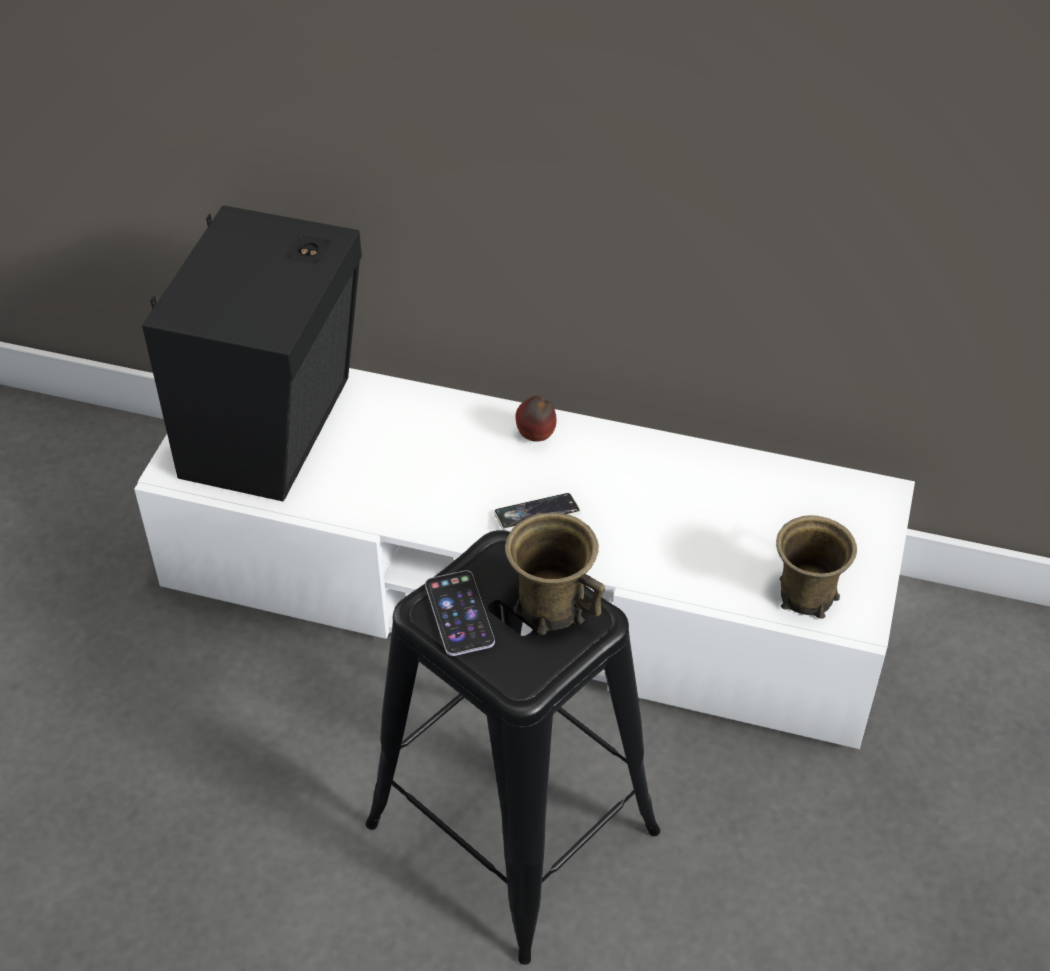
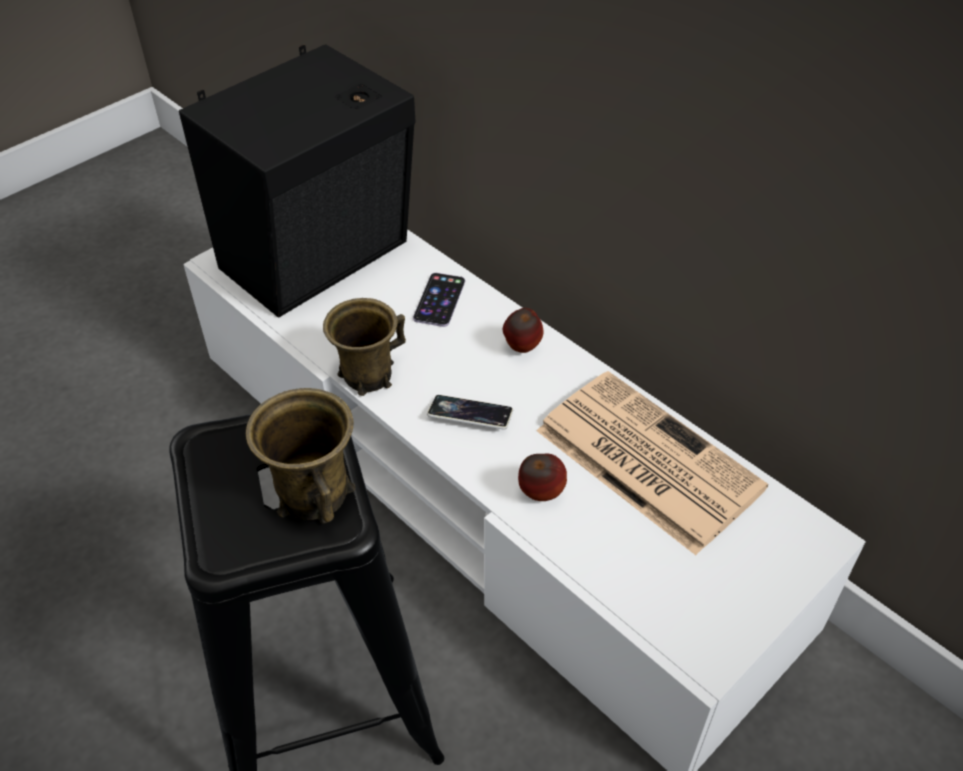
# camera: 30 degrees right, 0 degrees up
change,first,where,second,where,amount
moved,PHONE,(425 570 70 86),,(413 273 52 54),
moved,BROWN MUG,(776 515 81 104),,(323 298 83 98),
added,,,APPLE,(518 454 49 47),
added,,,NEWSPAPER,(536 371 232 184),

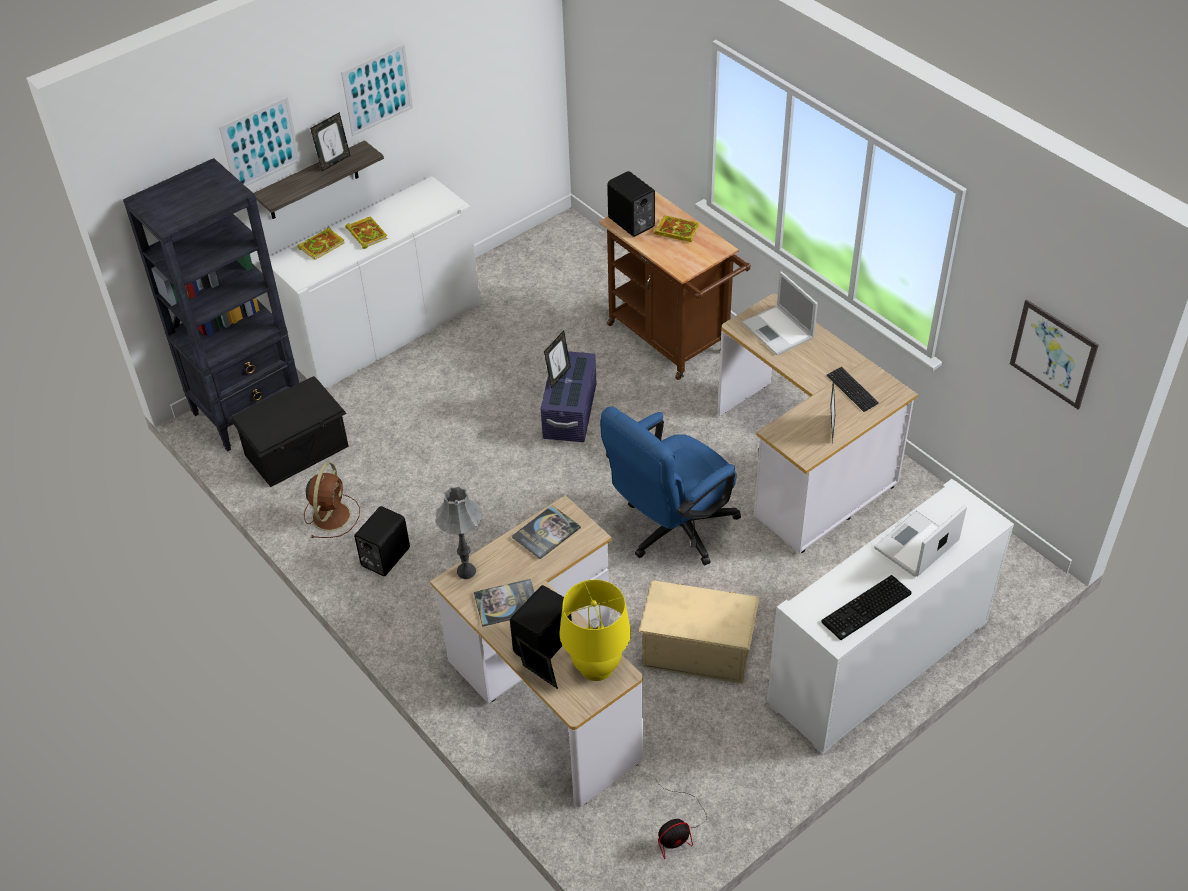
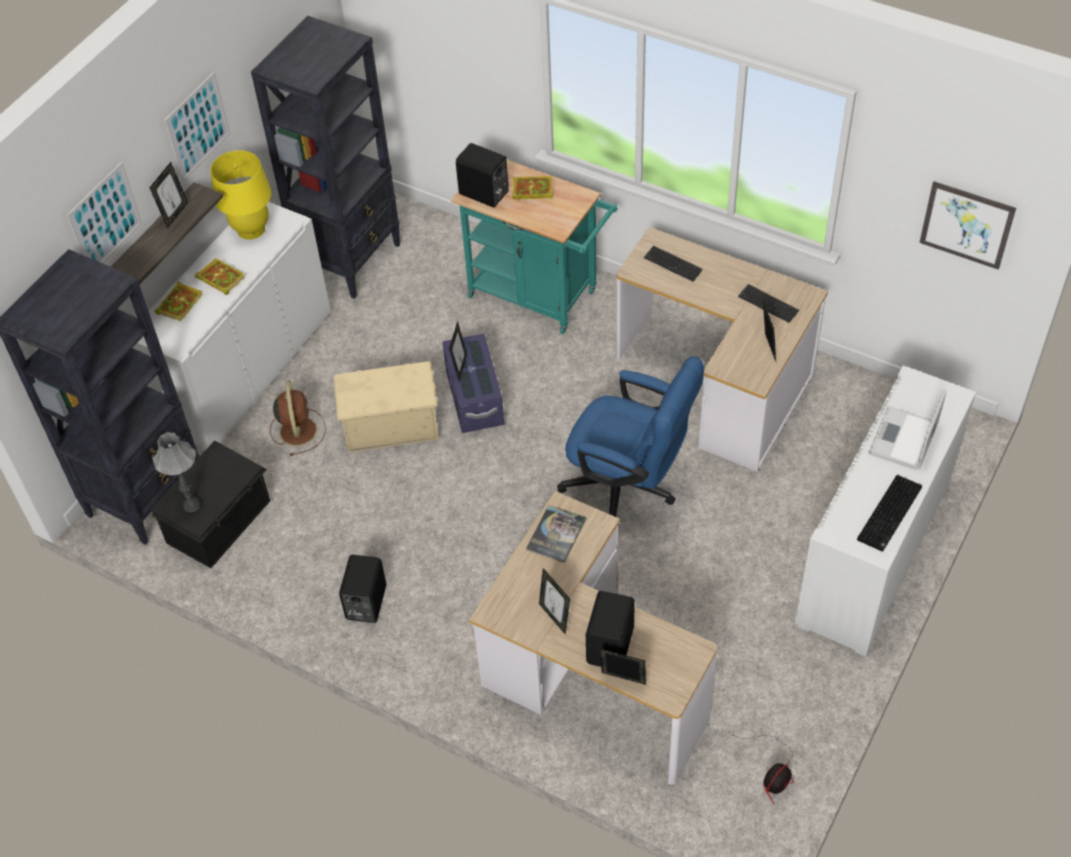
# camera: 20 degrees left, 5 degrees up
change,first,where,second,where,amount
moved,BROWN FAN,(304 462 56 76),,(270 380 56 76),
moved,GREY TABLE LAMP,(435 486 48 93),,(153 432 48 80),
replaced,BOOK,(474 579 61 48),PICTURE FRAME,(539 568 31 66),
moved,YELLOW TABLE LAMP,(560 580 71 101),,(210 150 61 89),
recoloured,BROWN CART,(599 191 152 189),TURQUOISE CART,(451 160 167 174),
turned,BLUE OFFICE CHAIR,(600 407 141 159),,(557 356 147 161),90 degrees counterclockwise
moved,BEIGE STORAGE BOX,(638 580 121 104),,(333 361 106 92),
replaced,LAPTOP,(742 272 76 84),KEYBOARD,(644 245 59 37),
added,,,BLACK BOOKCASE,(251 15 150 284),

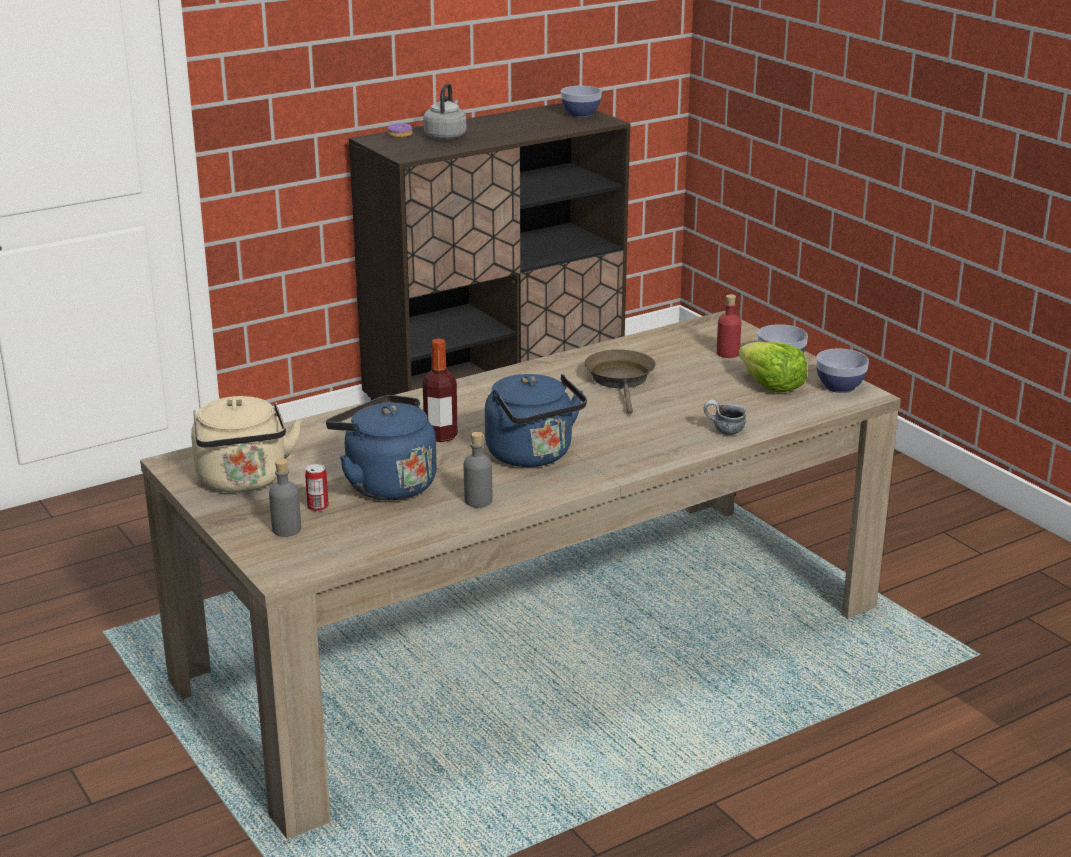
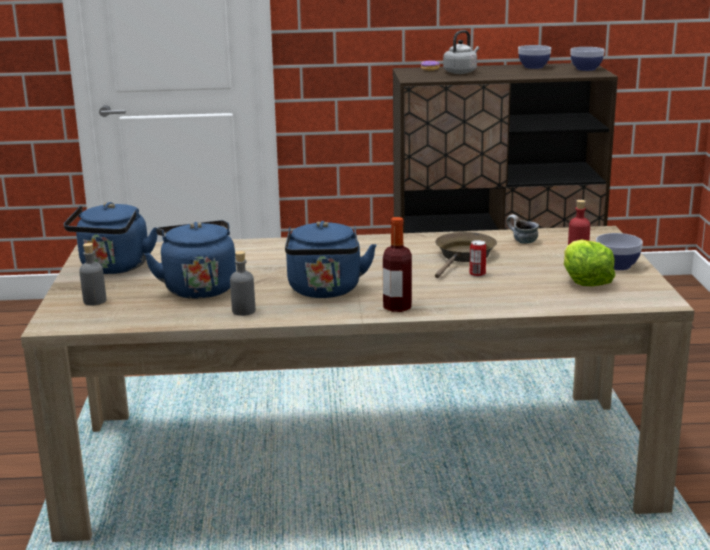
# camera: 30 degrees right, 5 degrees down
change,first,where,second,where,amount
recoloured,BEIGE KETTLE,(191 396 111 97),BLUE KETTLE,(64 202 93 72),
moved,CAN,(305 464 24 48),,(470 240 16 37),
moved,BOTTLE,(423 338 35 104),,(383 217 29 95),
moved,MUG,(704 400 43 35),,(506 215 33 29),
moved,BOWL,(816 349 53 44),,(518 45 33 24),

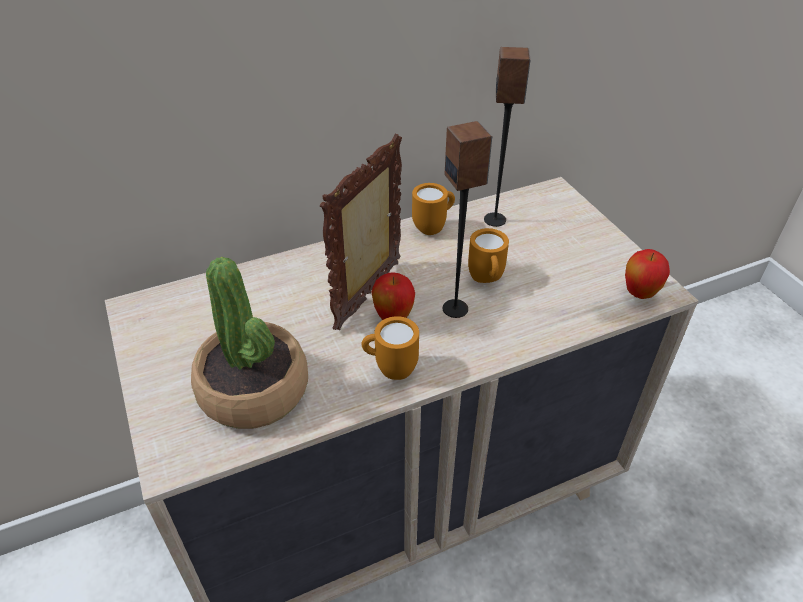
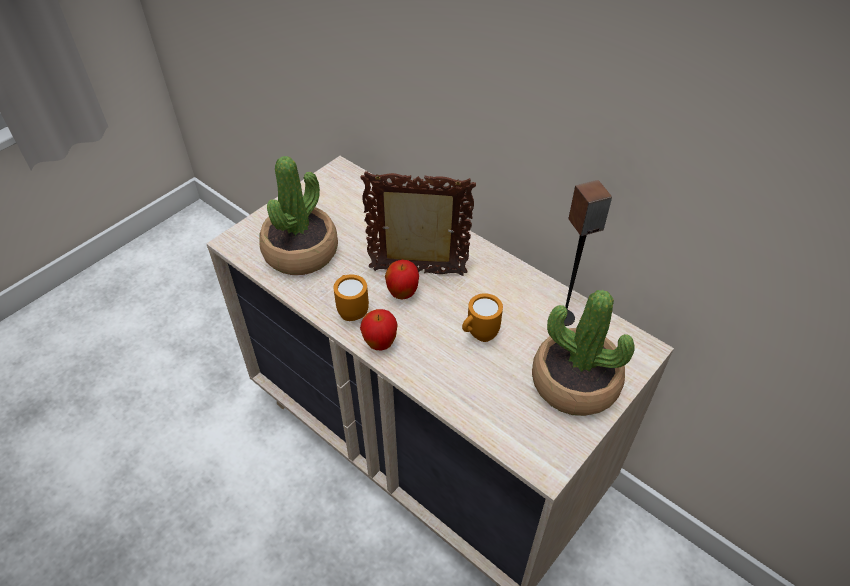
# camera: 65 degrees right, 5 degrees up
change,first,where,second,where,amount
removed,ORANGE MUG,(412 183 43 52),,,
removed,SPEAKER,(443 121 49 197),,,
moved,APPLE,(625 249 45 50),,(360 309 38 41),
added,,,POTTED PLANT,(532 290 103 126),

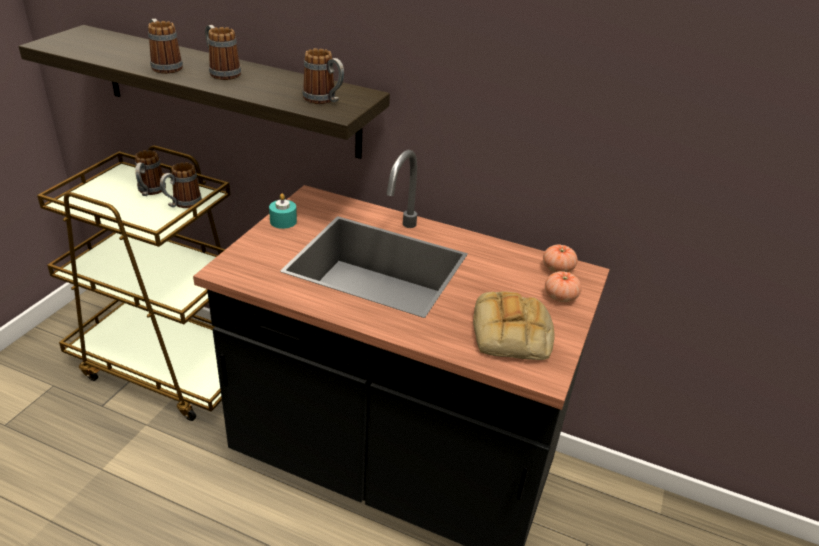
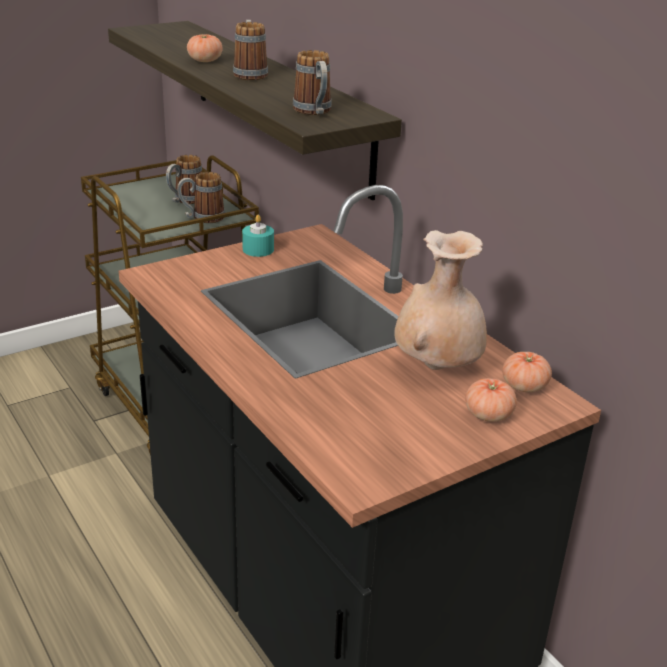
# camera: 35 degrees right, 5 degrees down
change,first,where,second,where,amount
replaced,MUG,(148 19 35 55),TOMATO,(187 34 36 28),
removed,BREAD,(473 292 82 68),,,
added,,,BEIGE VASE,(394 230 93 140),

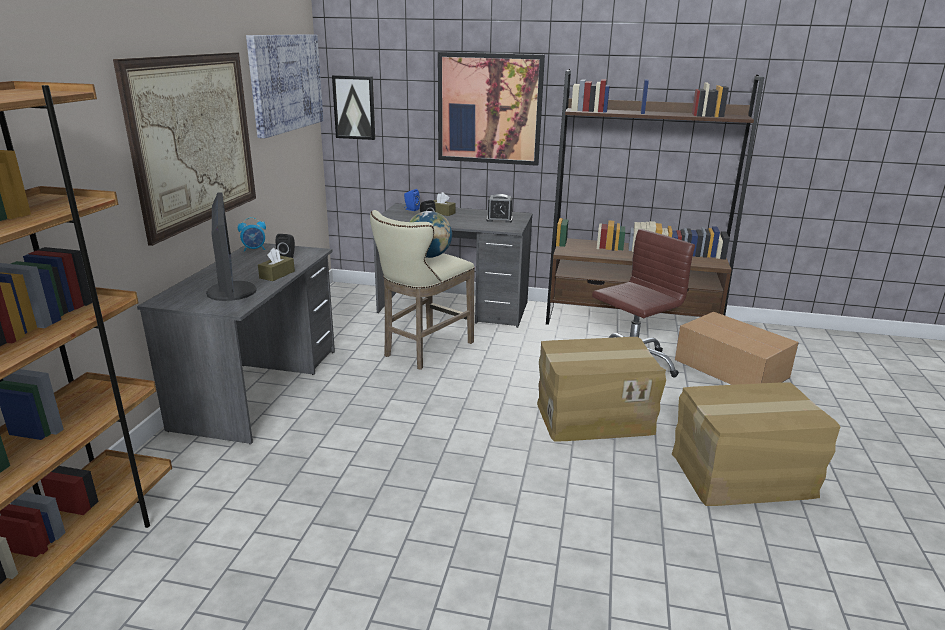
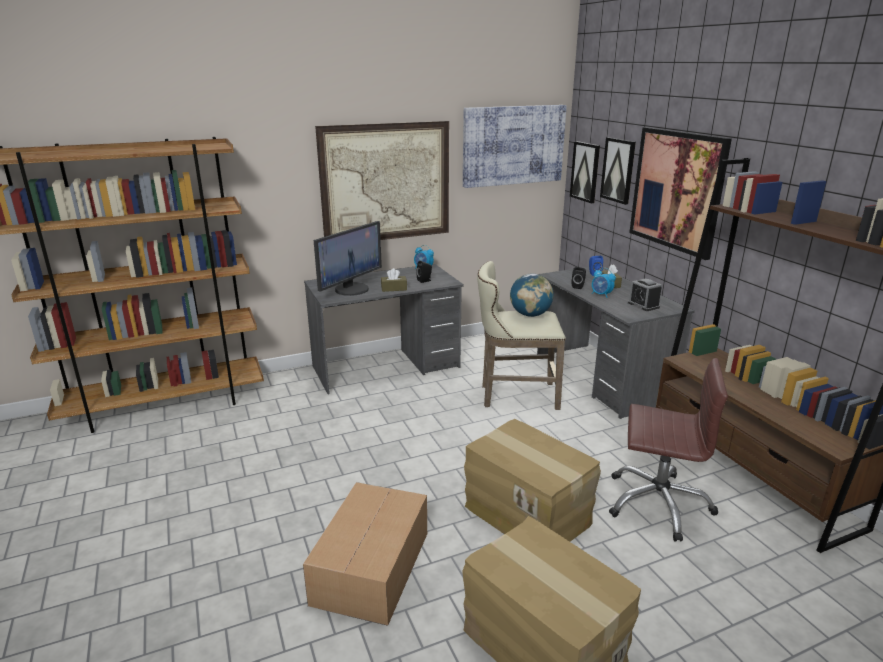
# camera: 55 degrees right, 0 degrees up
change,first,where,second,where,amount
moved,CARDBOARD BOX,(675 312 124 73),,(303 482 124 144),
added,,,ALARM CLOCK,(592 268 24 30),
added,,,PICTURE,(600 137 36 68),

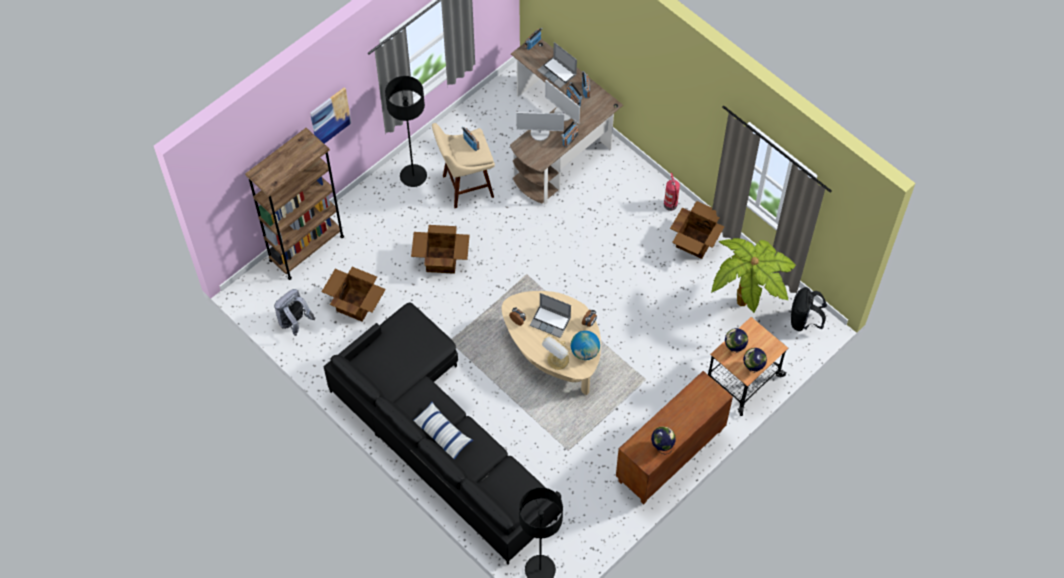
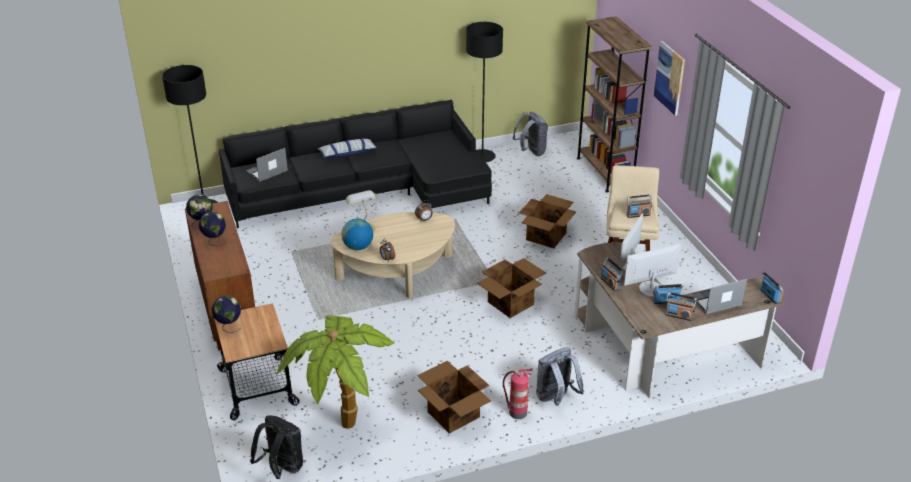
# camera: 115 degrees right, 25 degrees down
change,first,where,second,where,amount
moved,CARDBOARD BOX,(321 267 65 55),,(477 258 69 60),
moved,BLACK FLOOR LAMP,(385 76 42 111),,(466 22 37 140),
moved,LAPTOP,(530 293 41 45),,(246 148 42 34),
moved,GLOBE,(725 328 23 25),,(199 212 27 34),
added,,,GREY BACKPACK,(536 347 48 59),

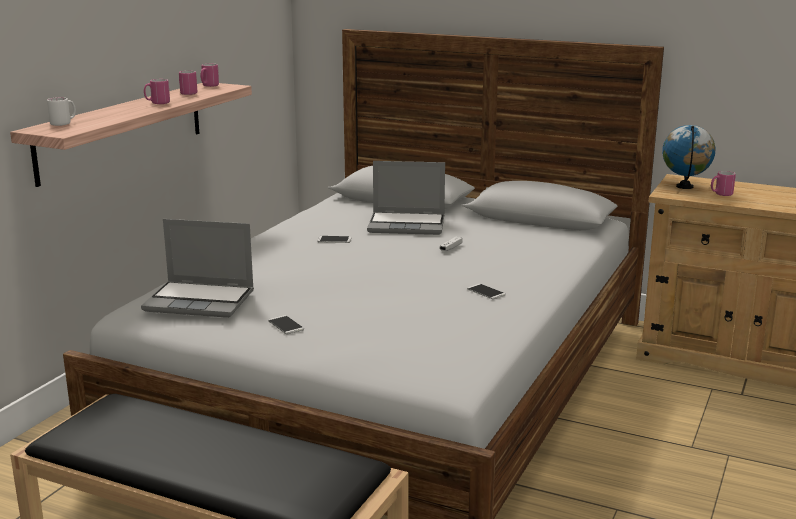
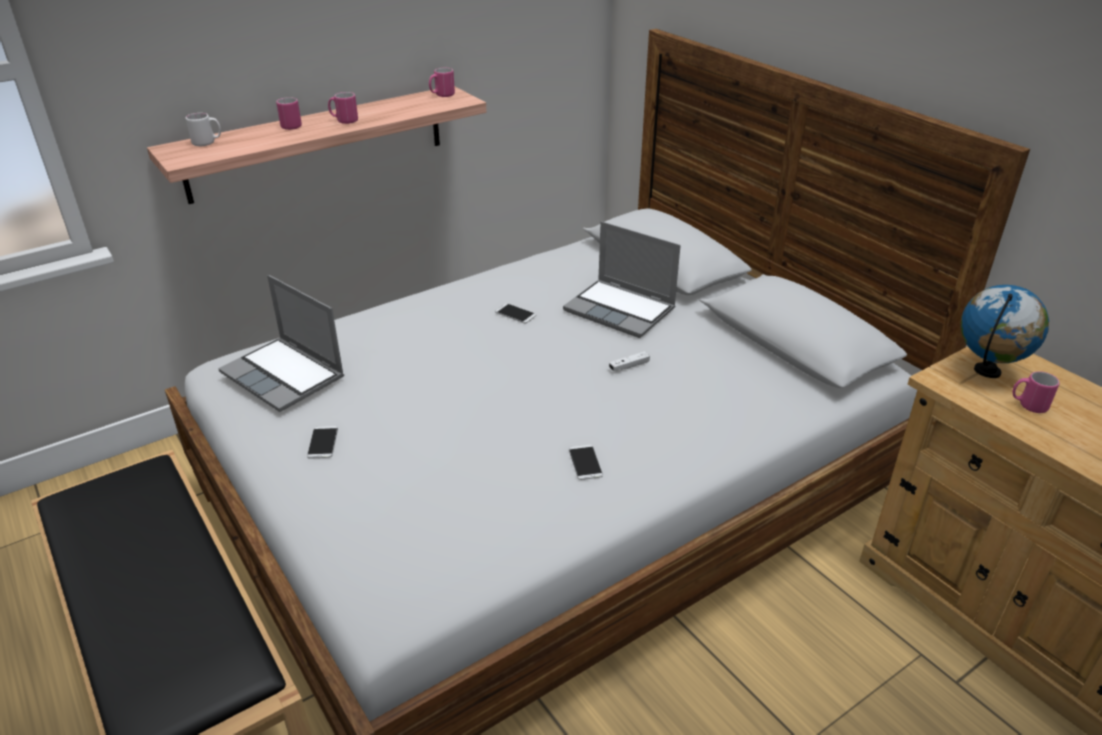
# camera: 30 degrees right, 15 degrees up
change,first,where,second,where,amount
moved,PINK MUG,(179 71 18 24),,(276 97 26 33),

